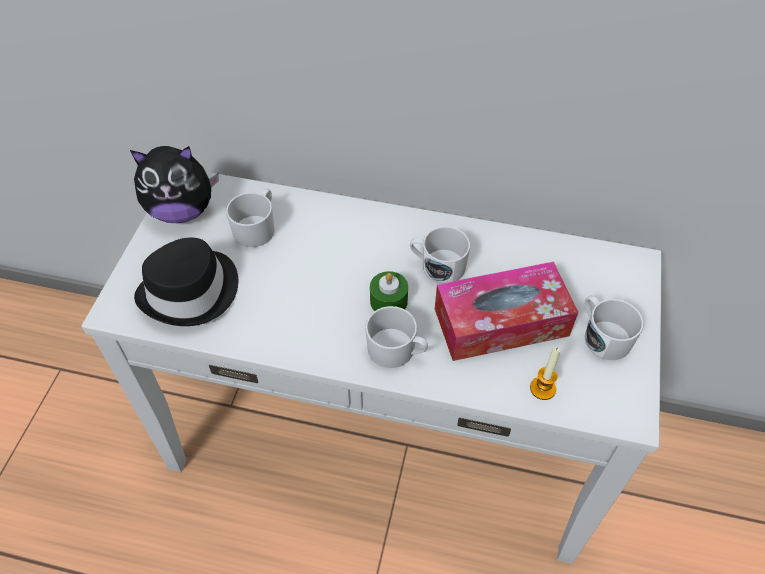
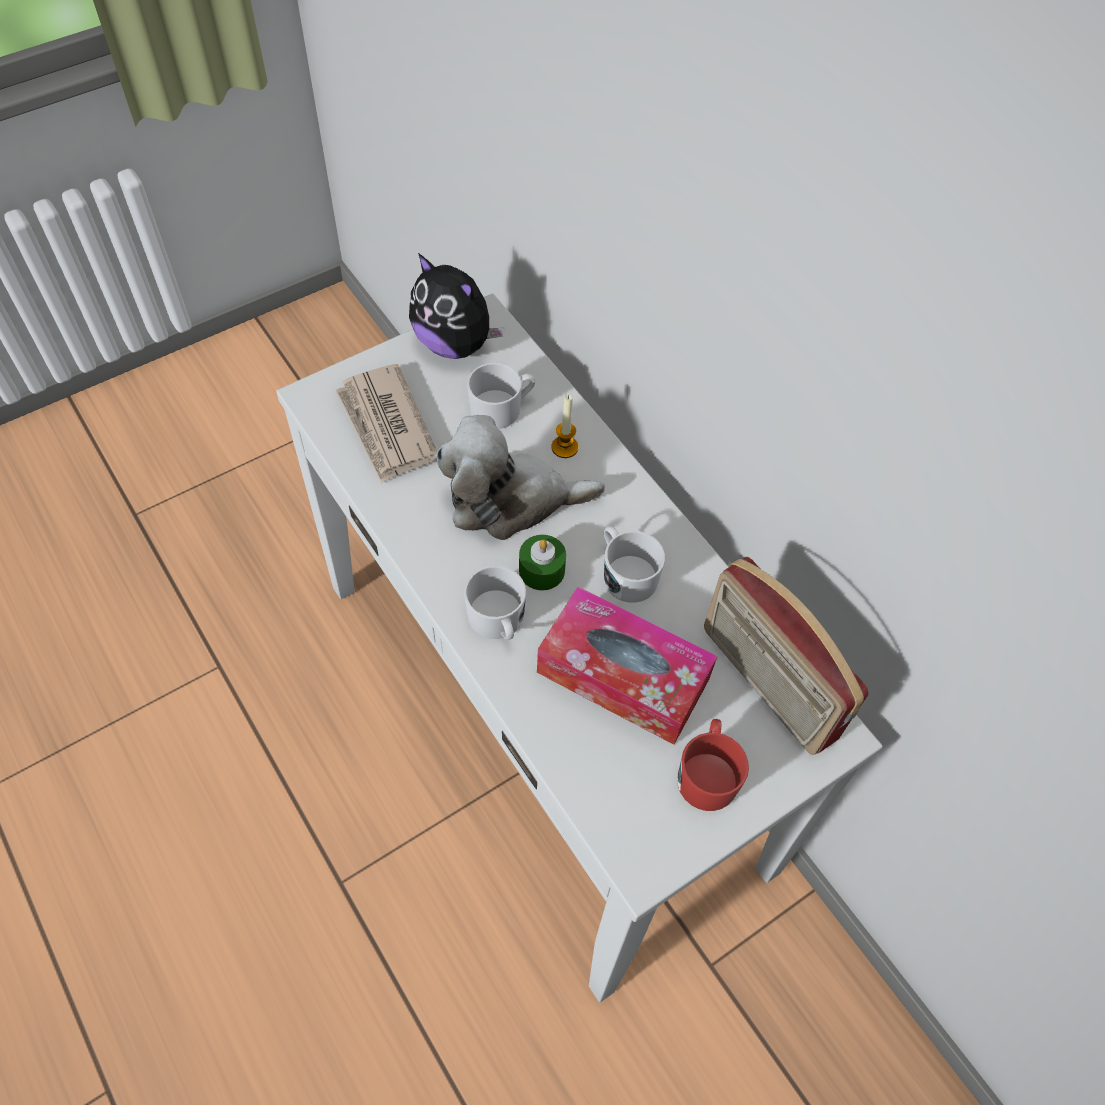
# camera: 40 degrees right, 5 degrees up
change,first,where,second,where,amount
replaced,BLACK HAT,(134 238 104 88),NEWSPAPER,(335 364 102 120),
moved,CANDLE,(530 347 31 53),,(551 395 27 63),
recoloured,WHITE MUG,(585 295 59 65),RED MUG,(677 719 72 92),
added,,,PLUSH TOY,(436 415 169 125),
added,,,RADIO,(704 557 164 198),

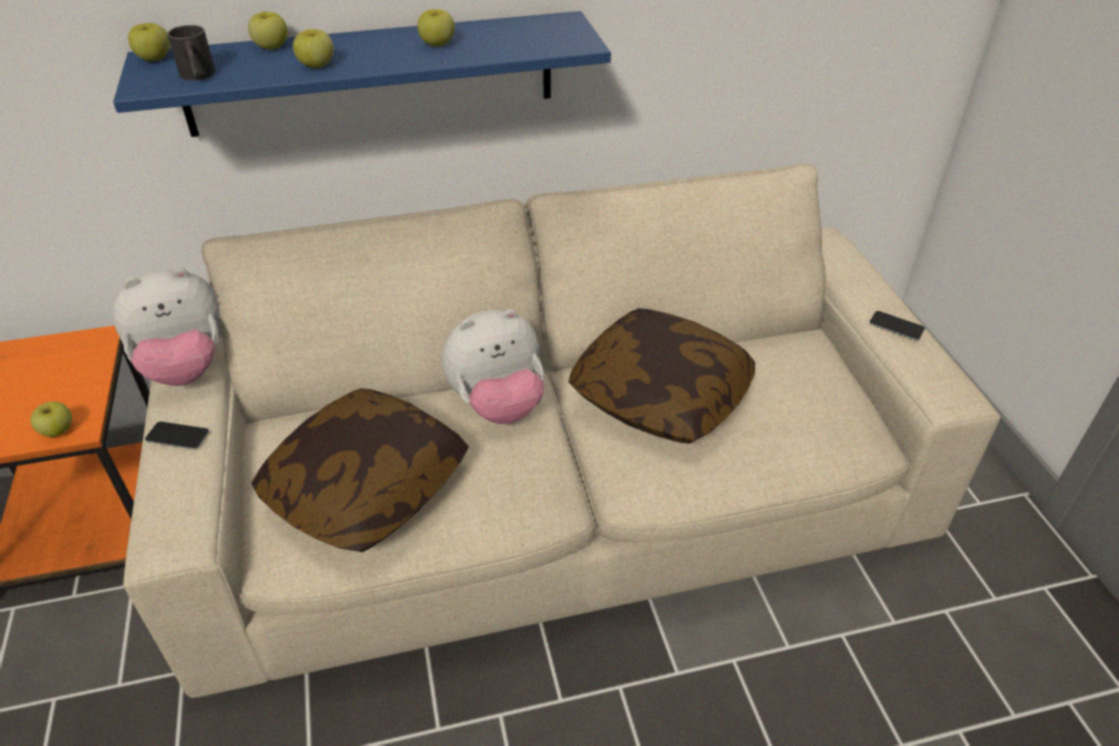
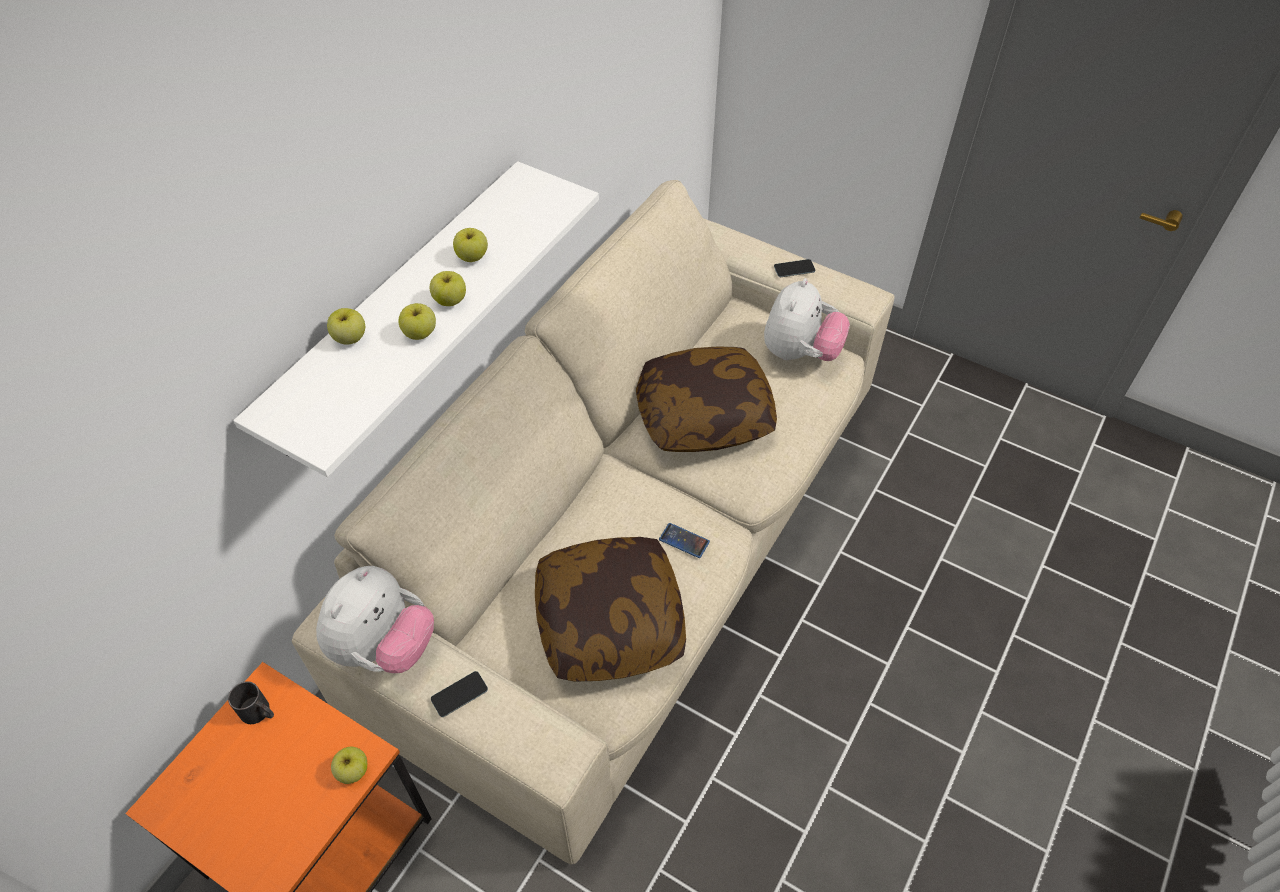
# camera: 45 degrees left, 10 degrees up
change,first,where,second,where,amount
recoloured,BLUE SHELF,(113 11 498 126),WHITE SHELF,(233 161 366 316),
moved,APPLE,(128 23 42 38),,(430 271 36 35),
moved,BLACK MUG,(167 25 48 56),,(228 681 46 43),
moved,PLUSH TOY,(441 309 103 115),,(764 278 86 83),
added,,,PHONE,(659 523 51 35),

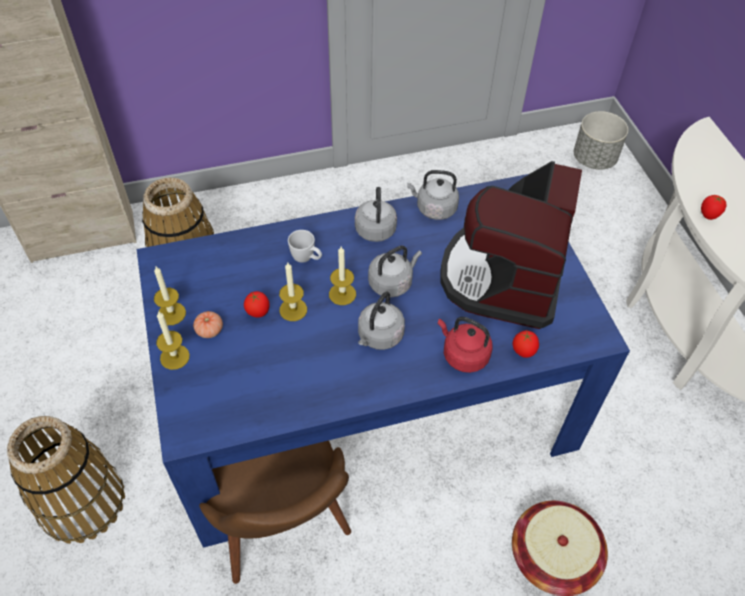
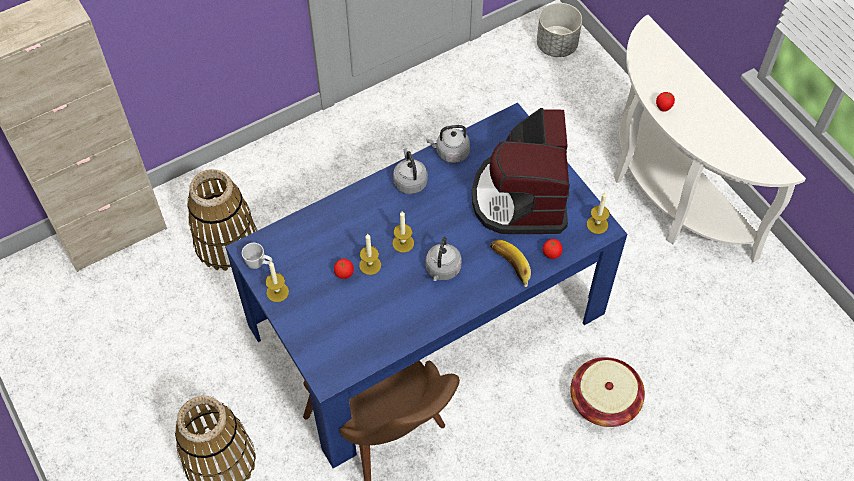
# camera: 15 degrees left, 5 degrees up
change,first,where,second,where,amount
moved,CANDLE,(156 311 34 59),,(587 192 22 42),
removed,TOMATO,(193 311 30 27),,,
moved,WHITE MUG,(288 230 34 33),,(242 243 30 26),
removed,GREY KETTLE,(368 246 54 51),,,
replaced,RED KETTLE,(438 317 54 56),BANANA,(490 239 41 48),

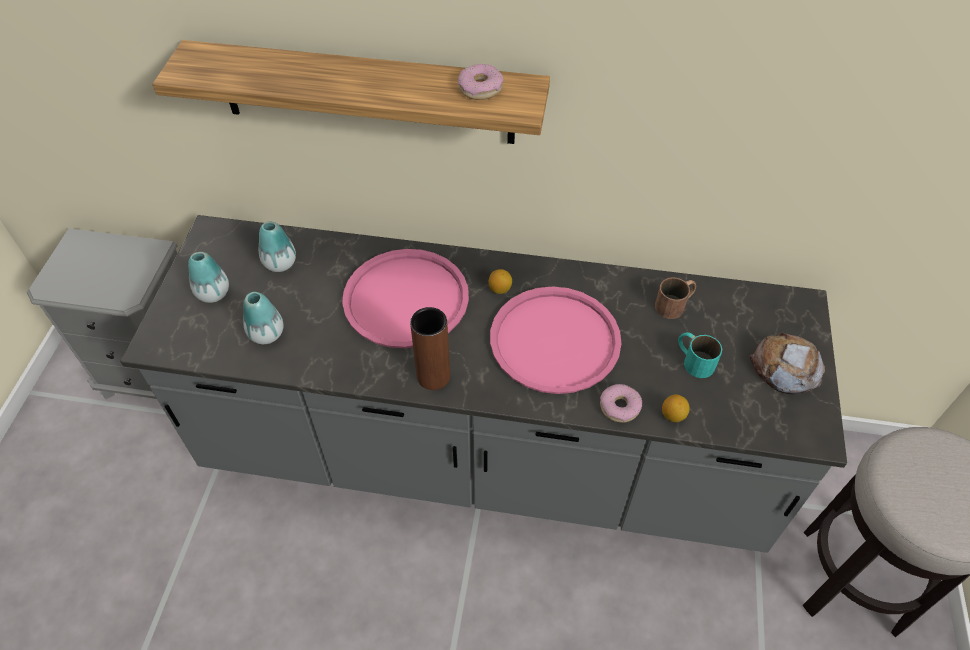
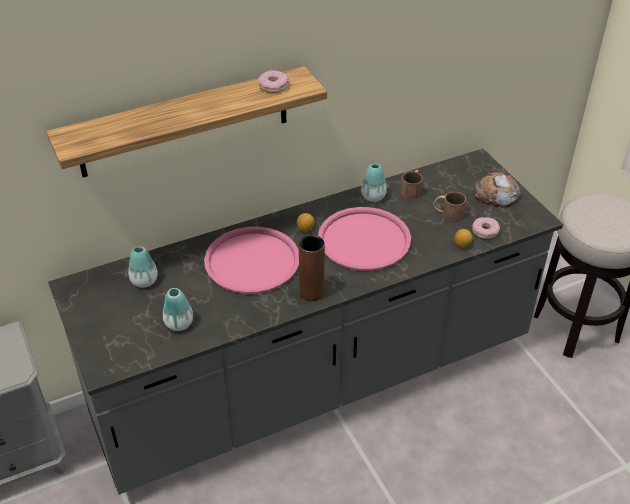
# camera: 35 degrees left, 10 degrees down
change,first,where,second,where,amount
moved,VASE,(188 252 41 51),,(361 163 26 39),
moved,DONUT,(600 384 42 39),,(472 217 28 22),
recoloured,TURQUOISE MUG,(678 332 44 46),BROWN MUG,(433 192 33 29),

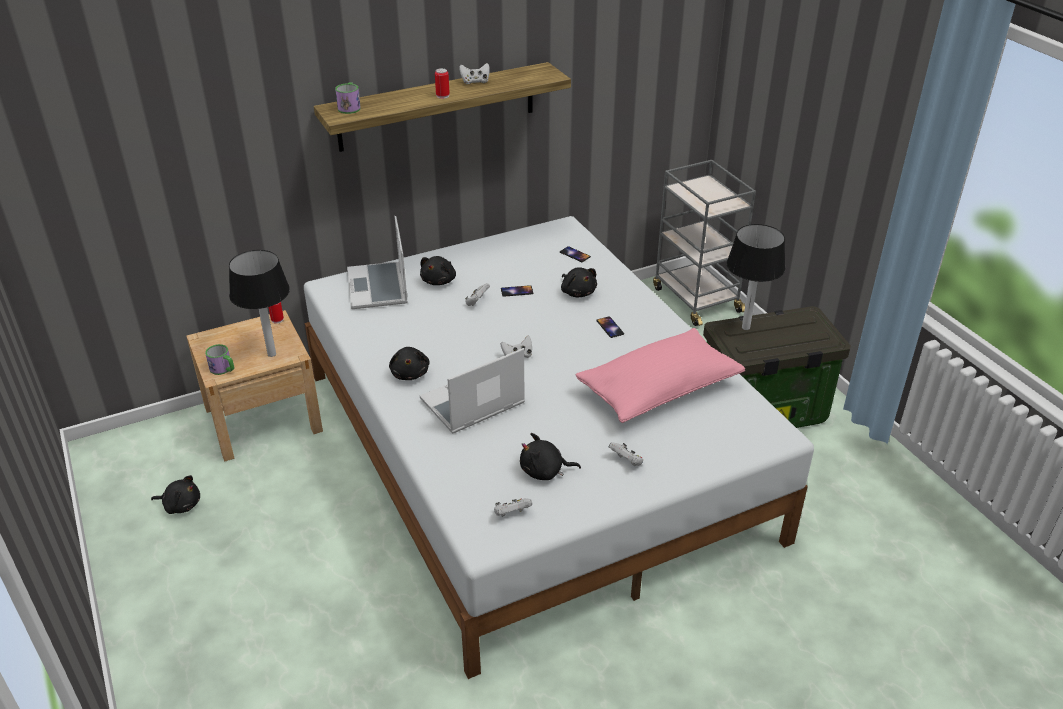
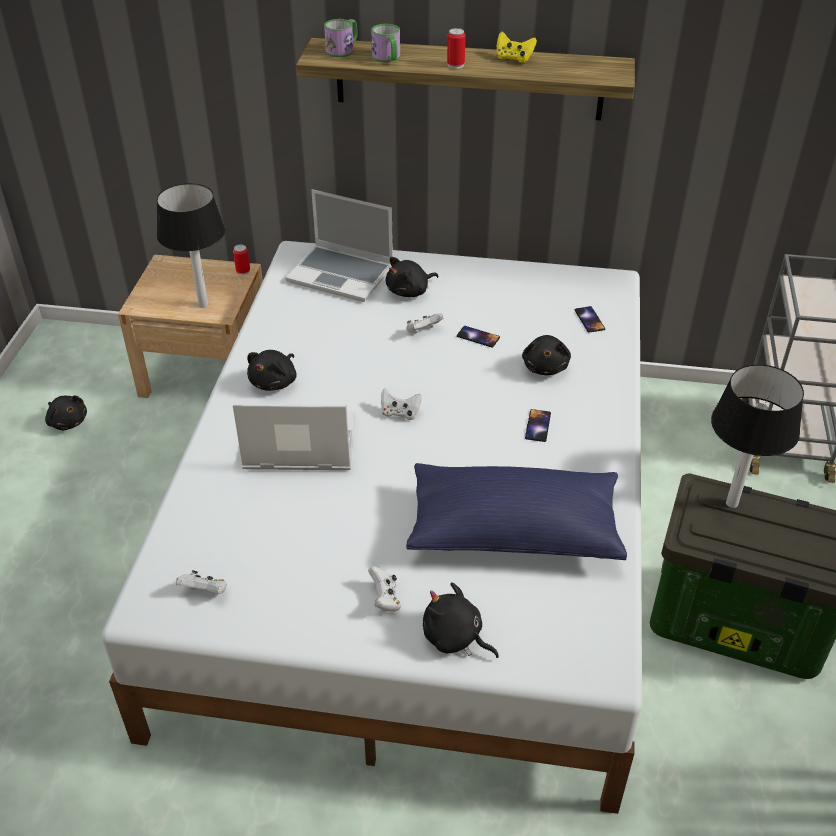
# camera: 35 degrees right, 5 degrees up
change,first,where,second,where,amount
moved,MUG,(205 344 29 31),,(371 24 29 39),
turned,LAPTOP,(347 216 61 93),,(286 189 107 113),90 degrees counterclockwise
recoloured,WHITE GAME CONTROLLER,(459 63 30 21),YELLOW GAME CONTROLLER,(497 32 40 31),
moved,BLACK PLUSH TOY,(520 433 61 47),,(423 583 76 75),
recoloured,PINK PILLOW,(576 328 169 95),BLUE PILLOW,(406 463 221 97),

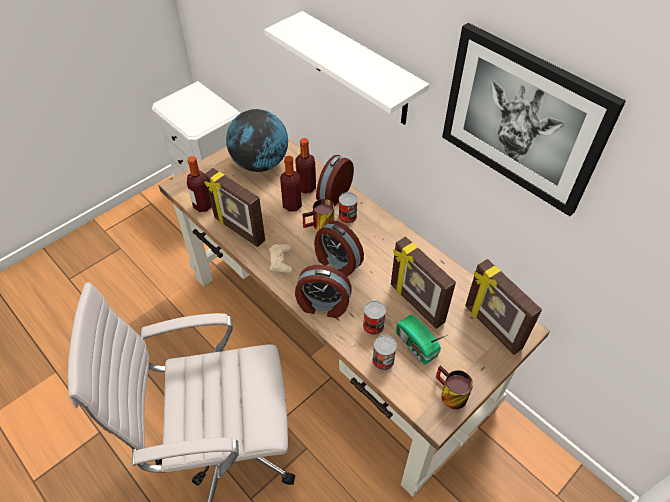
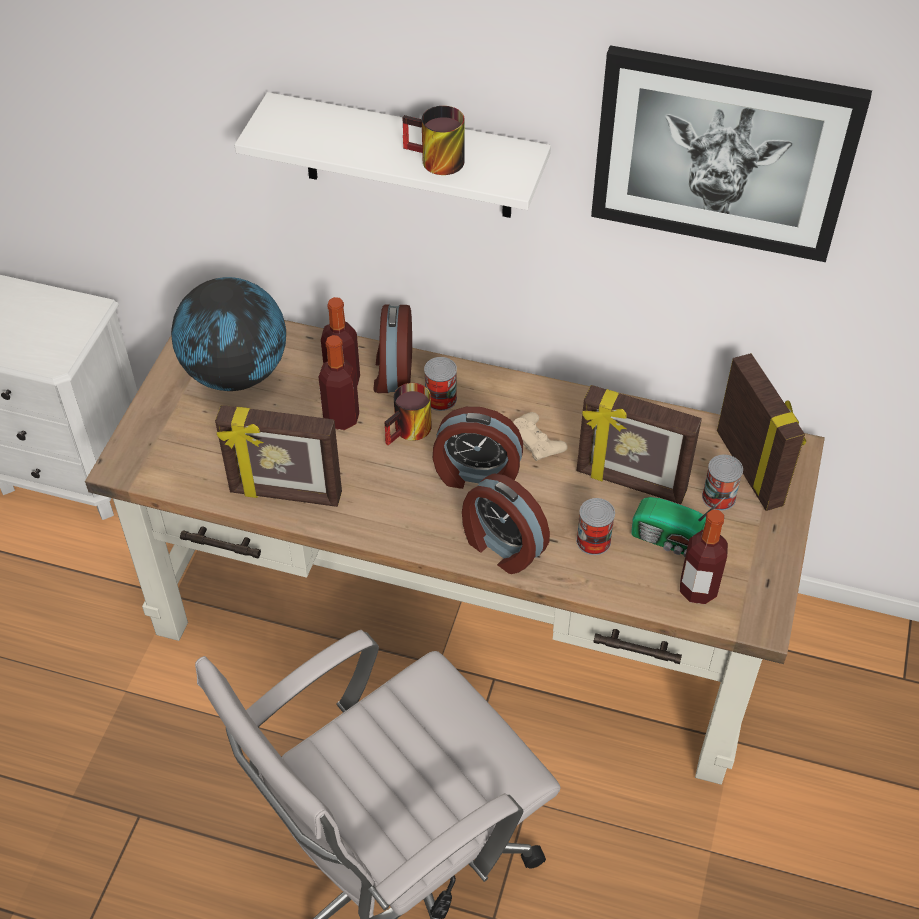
# camera: 30 degrees left, 0 degrees up
change,first,where,second,where,amount
moved,BOTTLE,(187 156 25 56),,(680 509 48 95),
moved,BEIGE GAME CONTROLLER,(269 244 24 29),,(513 412 55 49),
turned,ALARM CLOCK,(295 265 57 53),,(462 473 88 101),60 degrees clockwise
moved,CAN,(372 335 25 35),,(702 455 41 56),
moved,MUG,(436 365 37 44),,(402 106 63 69),
turned,PICTURE FRAME,(465 259 77 96),,(717 353 89 158),135 degrees counterclockwise

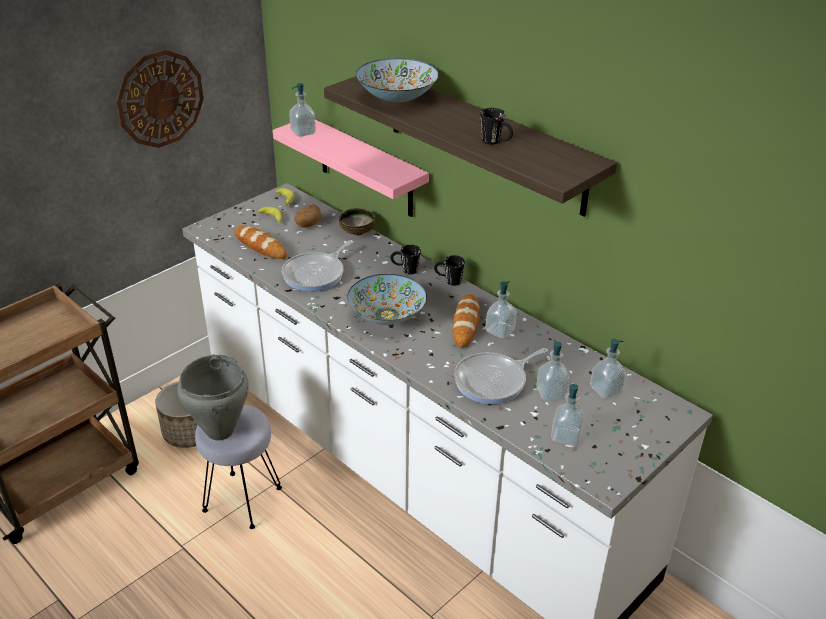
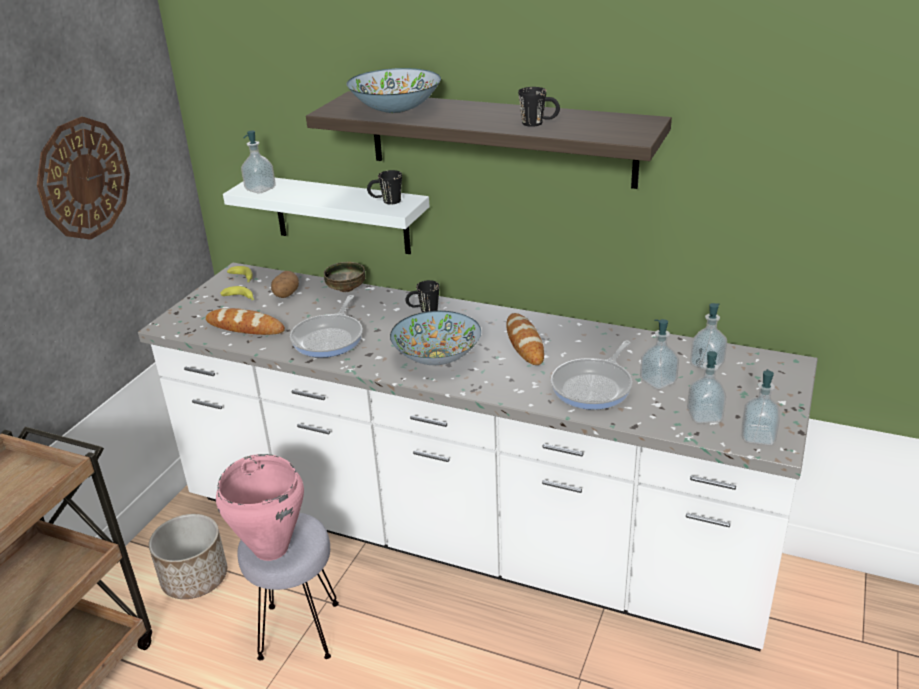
# camera: 20 degrees left, 5 degrees down
change,first,where,second,where,amount
recoloured,GREY COOKING POT,(177 354 72 87),PINK COOKING POT,(216 454 88 107),
recoloured,PINK SHELF,(273 120 156 97),WHITE SHELF,(223 178 207 76),
moved,BLACK MUG,(434 255 31 31),,(367 170 35 35),
moved,SOAP DISPENSER,(485 281 32 58),,(742 369 38 76),

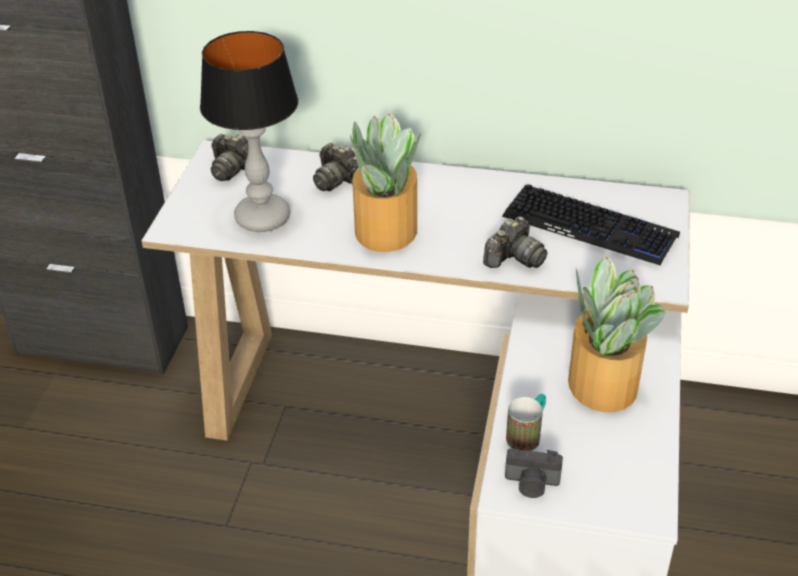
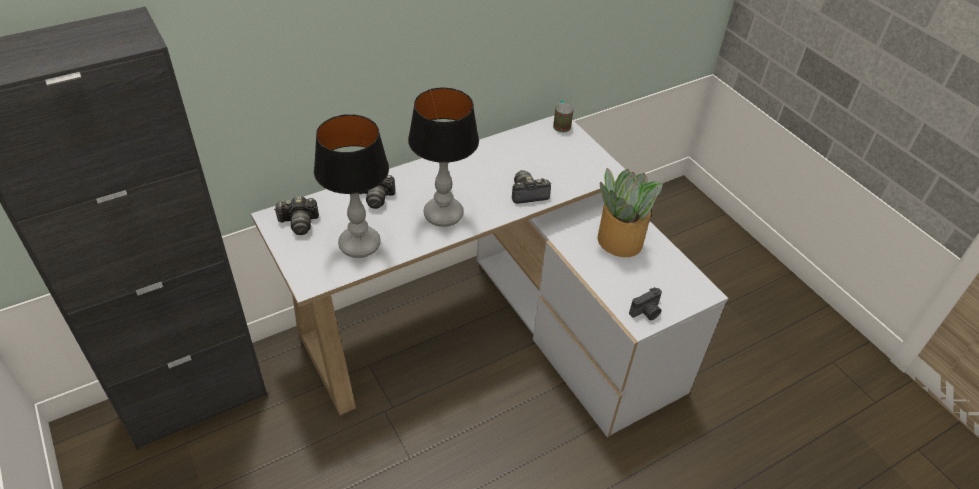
# camera: 45 degrees left, 5 degrees up
change,first,where,second,where,amount
replaced,POTTED PLANT,(350 114 71 138),TABLE LAMP,(408 87 71 140),
turned,PHOTO CAMERA,(483 216 64 52),,(512 170 39 34),105 degrees counterclockwise
removed,KEYBOARD,(502 184 178 82),,,
moved,MUG,(506 394 40 57),,(553 100 21 33),

